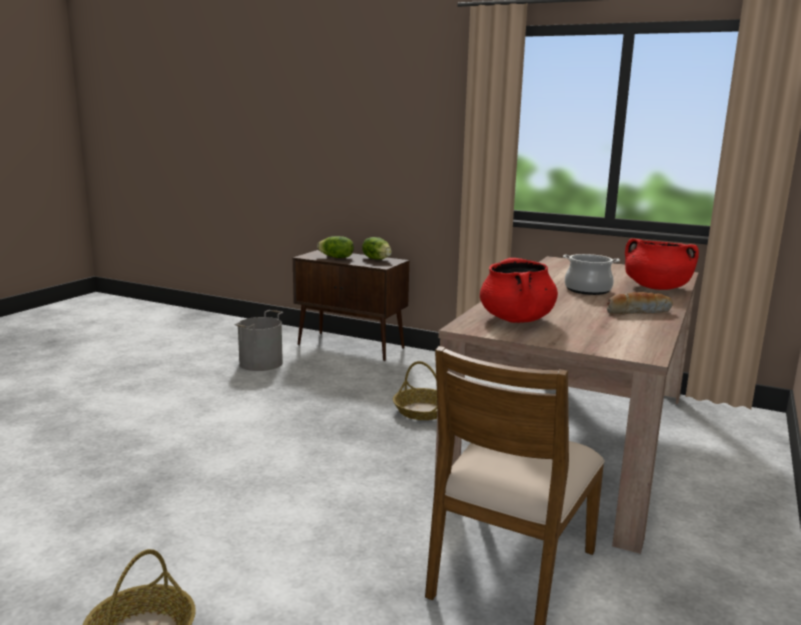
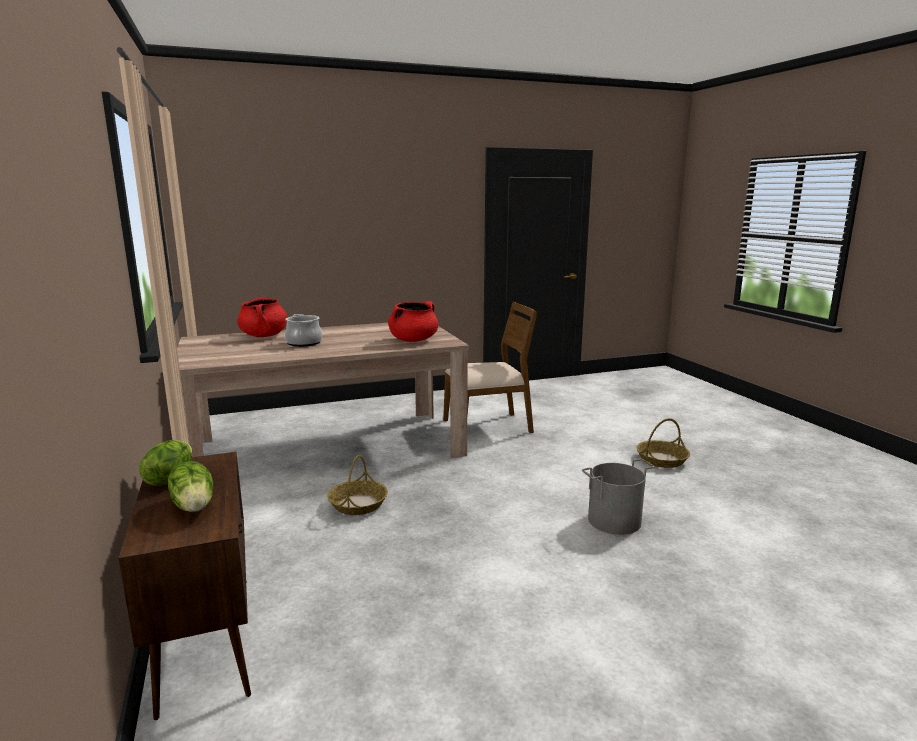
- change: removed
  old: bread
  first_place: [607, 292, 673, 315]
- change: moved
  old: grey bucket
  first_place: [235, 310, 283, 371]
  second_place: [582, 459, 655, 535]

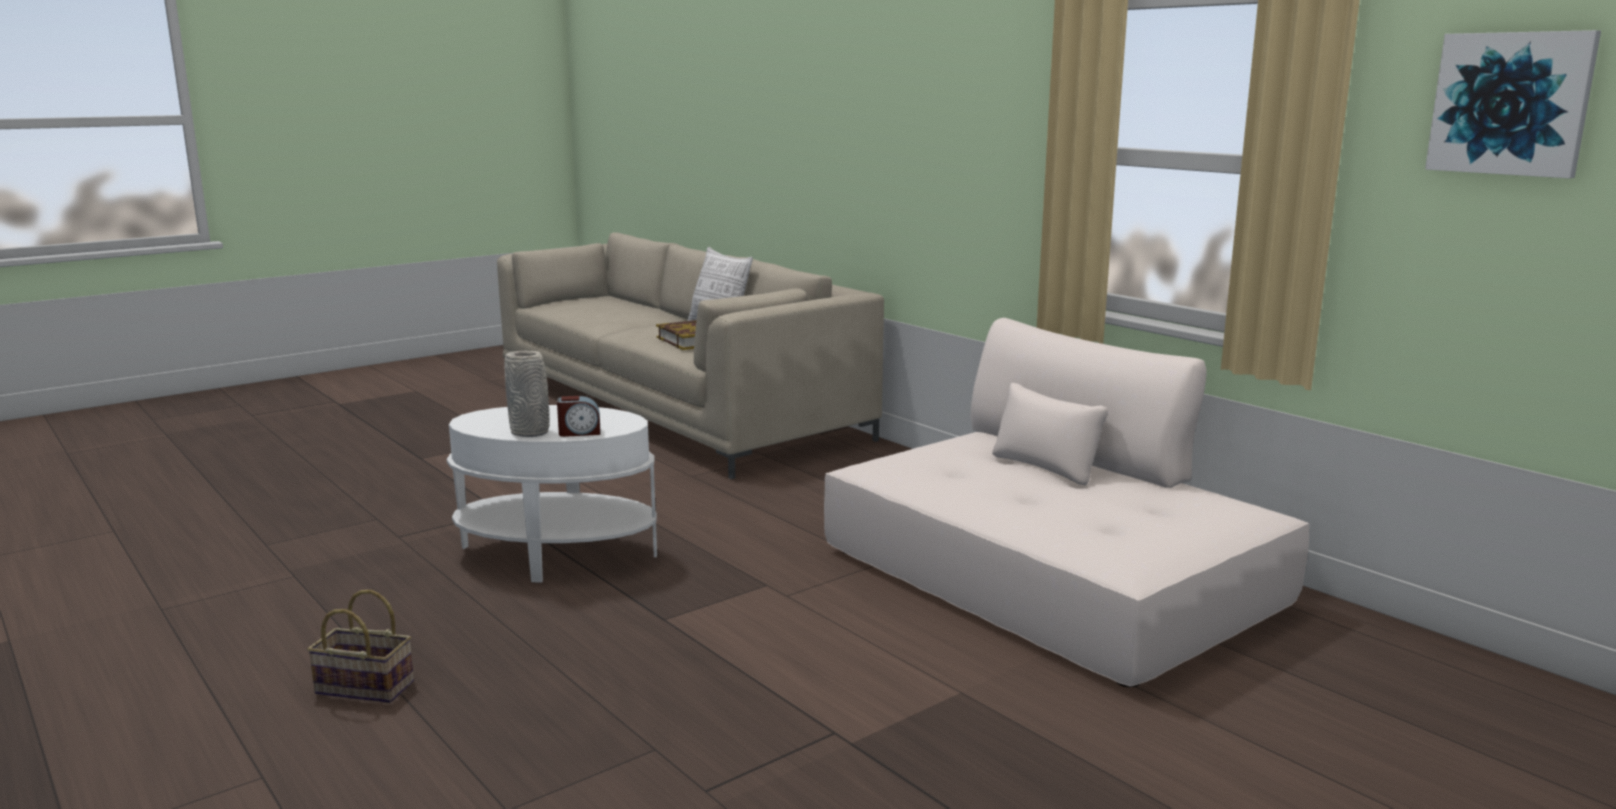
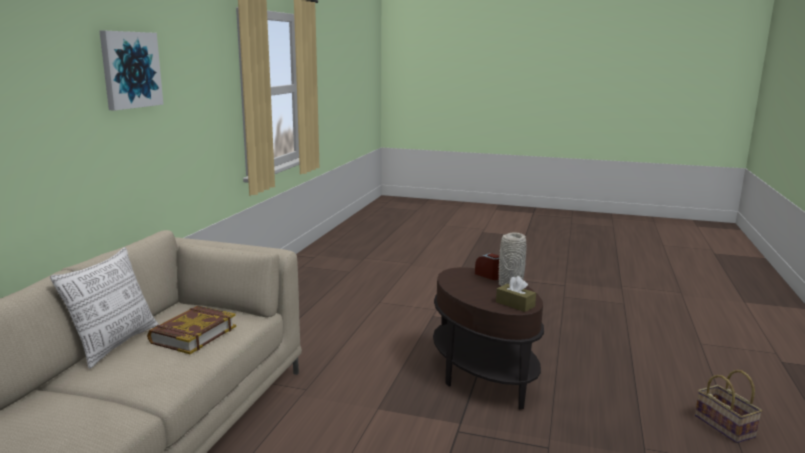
- change: removed
  old: beige sofa
  first_place: [824, 318, 1309, 687]
- change: added
  new: brown tissue box
  second_place: [496, 276, 536, 312]
- change: moved
  old: basket
  first_place: [307, 590, 414, 703]
  second_place: [695, 370, 762, 443]
- change: moved
  old: picture
  first_place: [1425, 30, 1601, 178]
  second_place: [100, 31, 163, 111]
- change: recoloured
  old: white side table
  new: brown side table
  first_place: [447, 405, 657, 583]
  second_place: [433, 267, 544, 410]

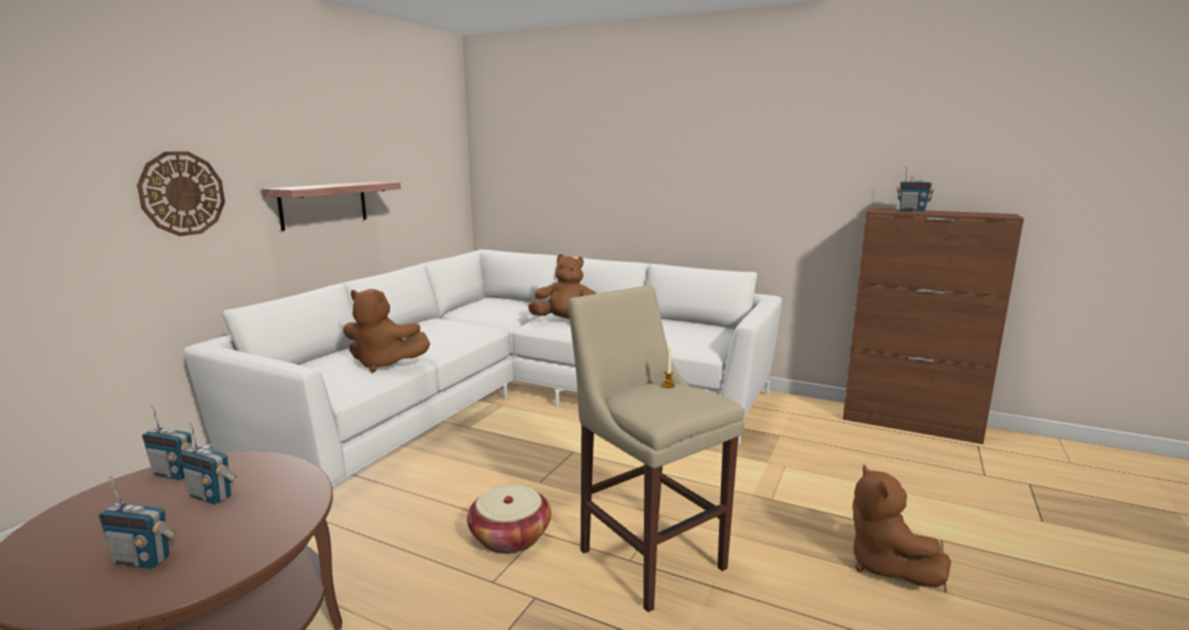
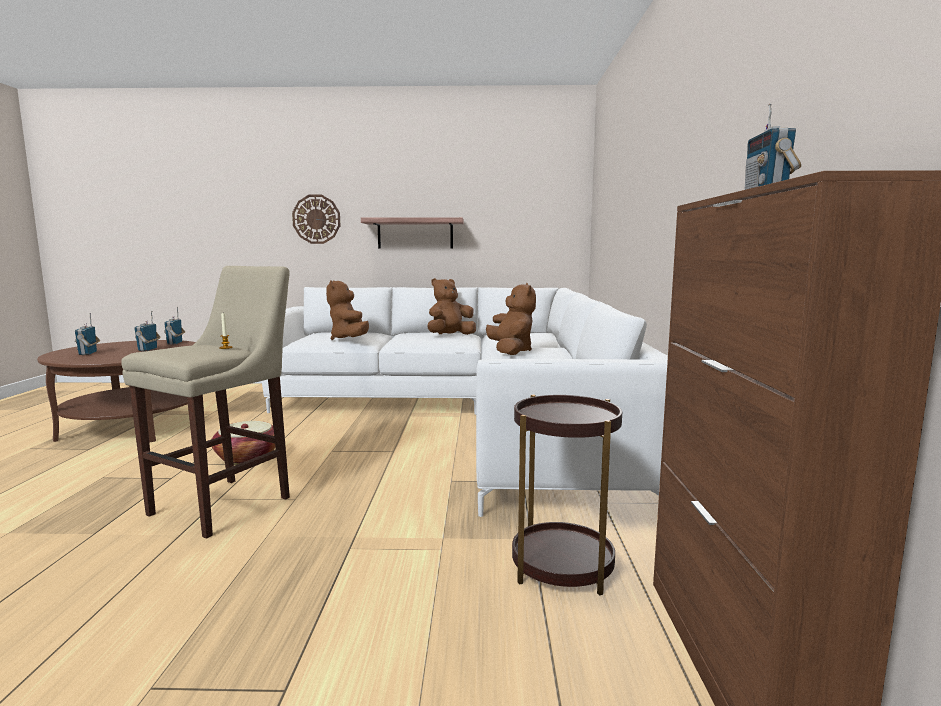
- change: added
  new: brown side table
  second_place: [512, 394, 622, 595]
- change: moved
  old: brown plush toy
  first_place: [852, 465, 951, 588]
  second_place: [428, 278, 476, 335]

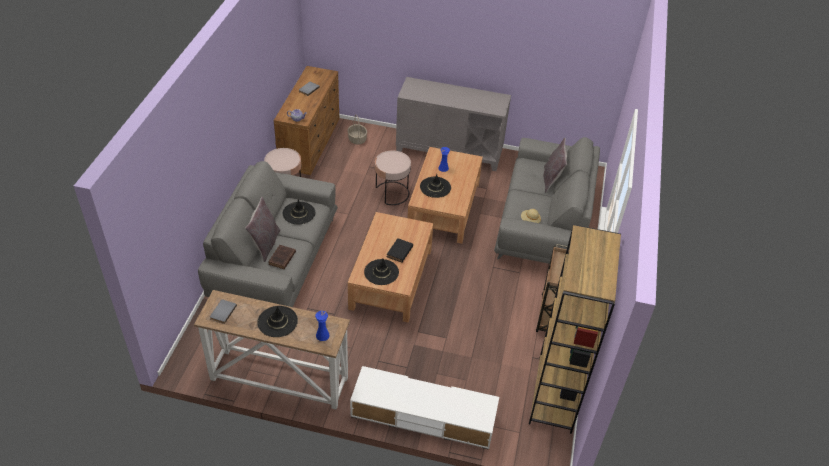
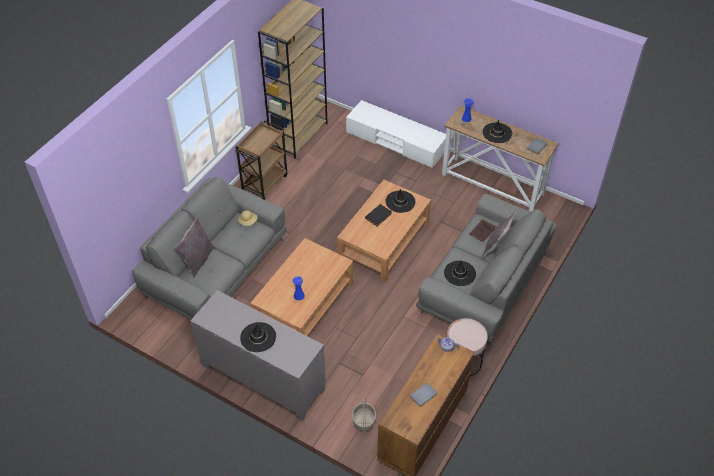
- change: removed
  old: pink side table
  first_place: [375, 150, 411, 205]
- change: moved
  old: black hat
  first_place: [420, 174, 451, 198]
  second_place: [240, 322, 276, 352]

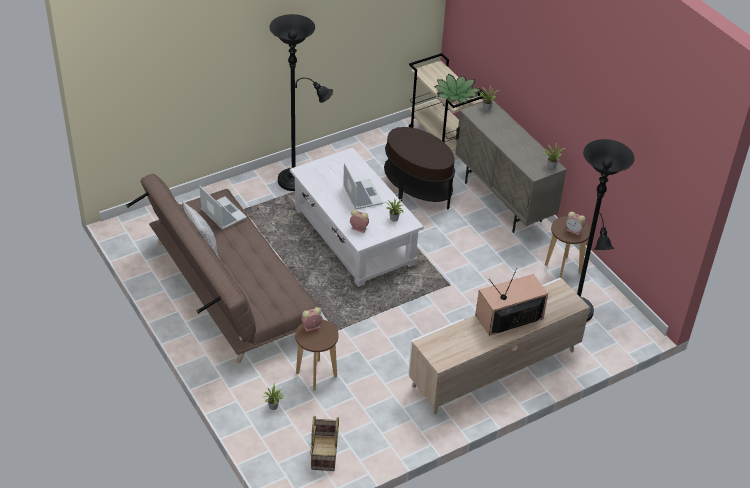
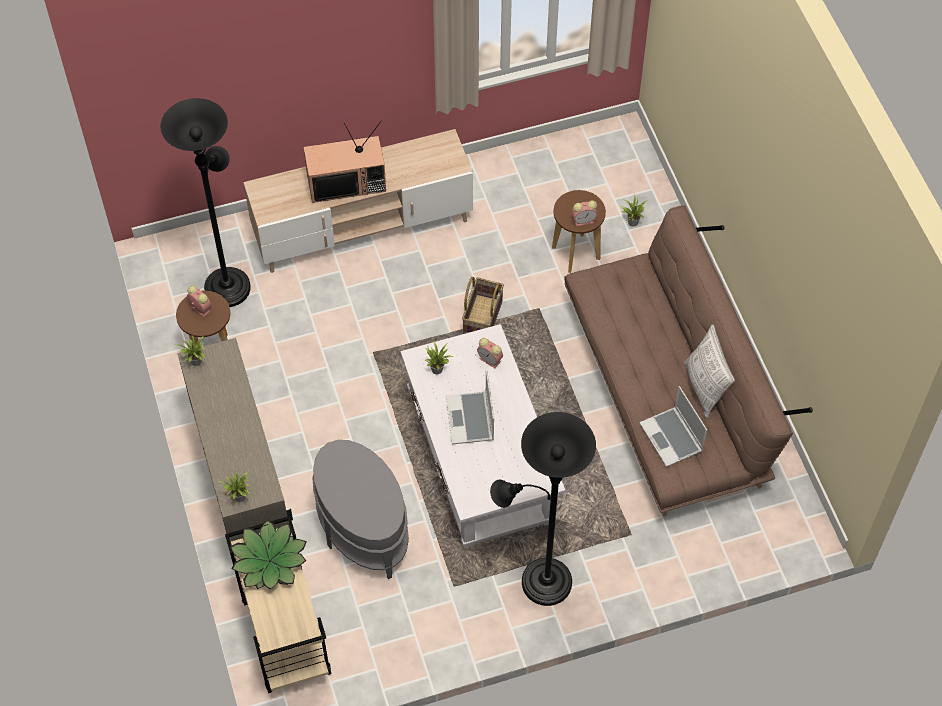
- change: moved
  old: basket
  first_place: [310, 416, 339, 471]
  second_place: [462, 277, 504, 334]
- change: recoloured
  old: brown side table
  new: grey side table
  first_place: [384, 127, 455, 210]
  second_place: [312, 440, 409, 579]

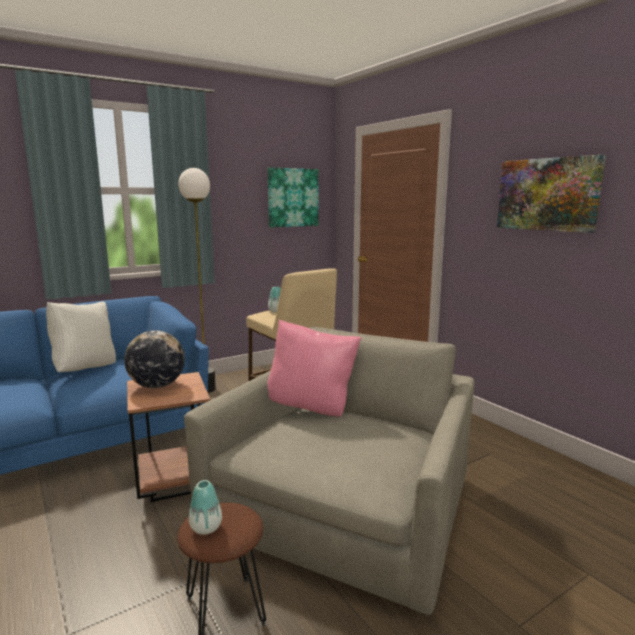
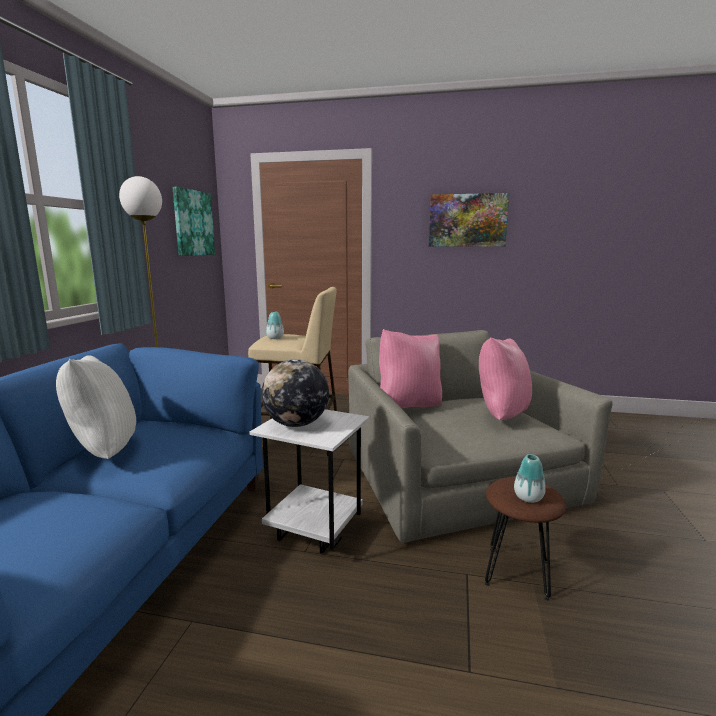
- change: added
  new: pink pillow
  second_place: [479, 337, 532, 420]
- change: recoloured
  old: brown side table
  new: white side table
  first_place: [127, 372, 210, 502]
  second_place: [249, 409, 370, 554]

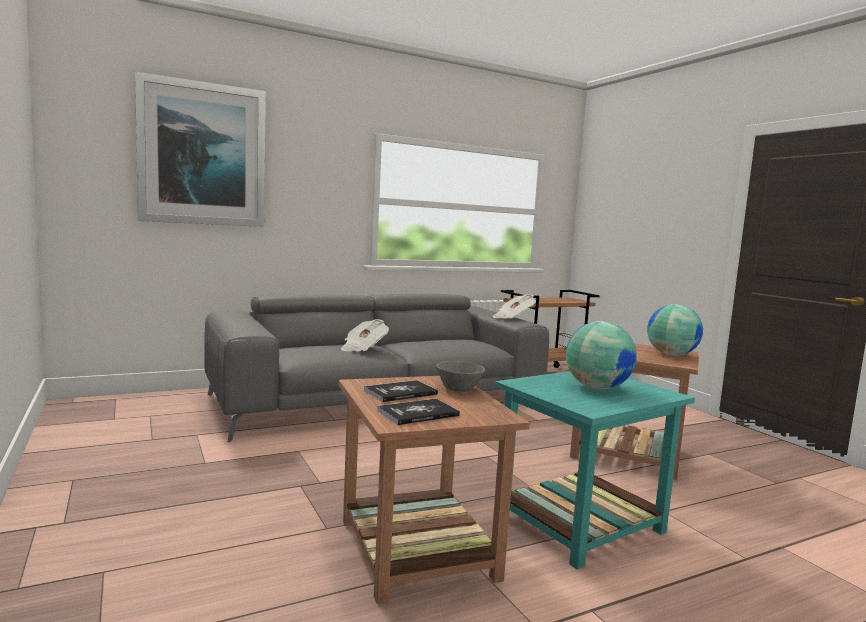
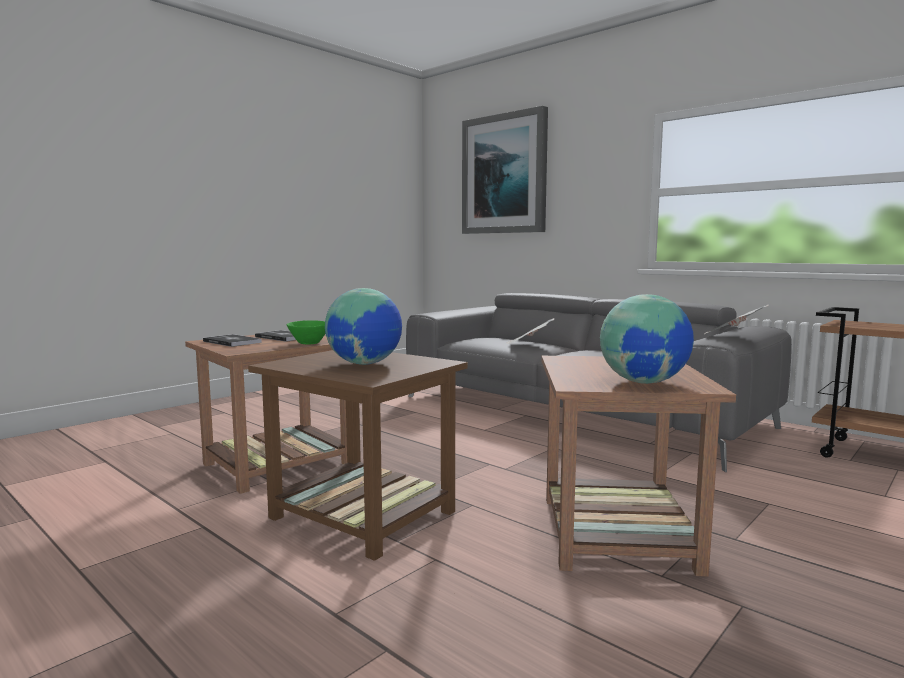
- change: recoloured
  old: grey bowl
  new: green bowl
  first_place: [436, 361, 485, 392]
  second_place: [287, 320, 325, 344]
- change: recoloured
  old: turquoise side table
  new: brown side table
  first_place: [495, 371, 695, 570]
  second_place: [248, 350, 468, 561]

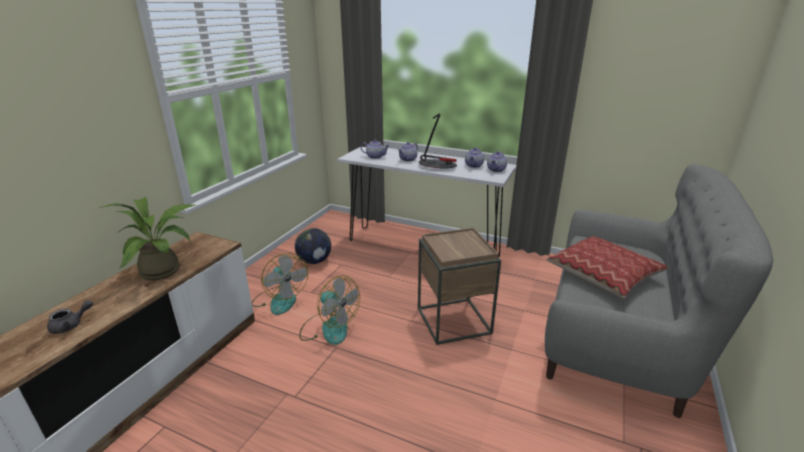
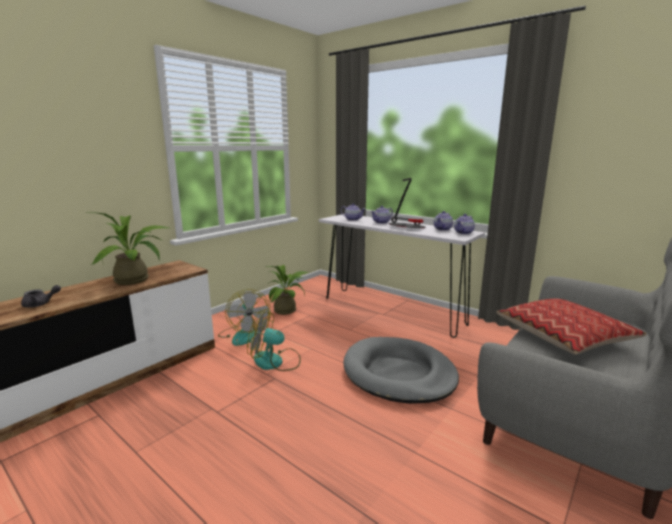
- change: replaced
  old: globe
  new: potted plant
  first_place: [295, 228, 331, 264]
  second_place: [267, 265, 309, 315]
- change: replaced
  old: brown side table
  new: grey dog bed
  first_place: [418, 228, 501, 345]
  second_place: [343, 337, 459, 404]
- change: turned
  old: fan
  first_place: [299, 275, 360, 345]
  second_place: [247, 309, 301, 371]
  degrees: 135

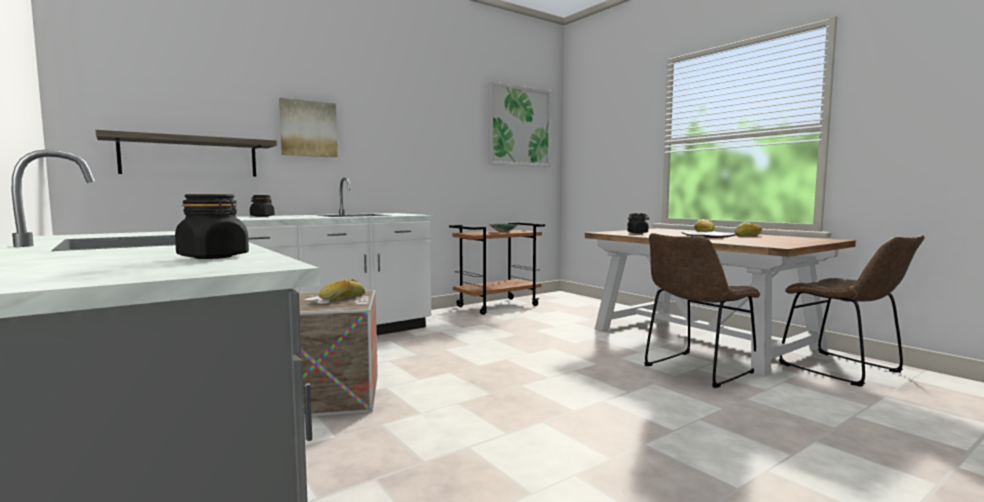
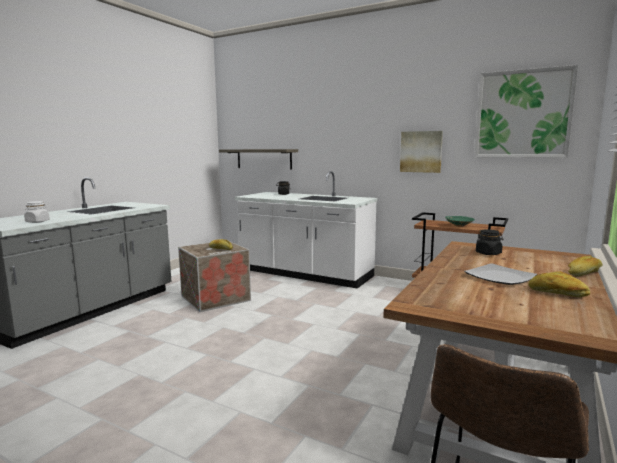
- change: removed
  old: brown chair
  first_place: [644, 233, 760, 388]
- change: moved
  old: picture
  first_place: [279, 98, 338, 157]
  second_place: [400, 131, 443, 173]
- change: recoloured
  old: black jar
  new: white jar
  first_place: [175, 194, 249, 259]
  second_place: [24, 201, 50, 223]

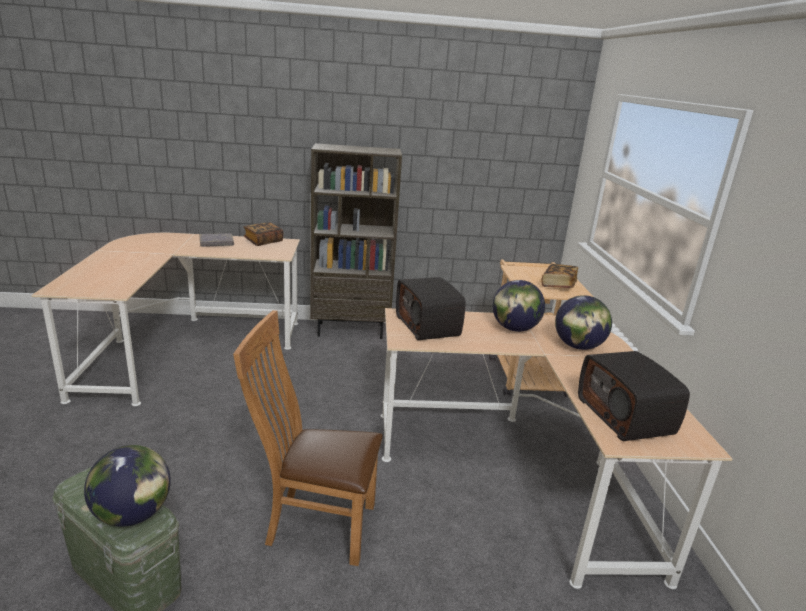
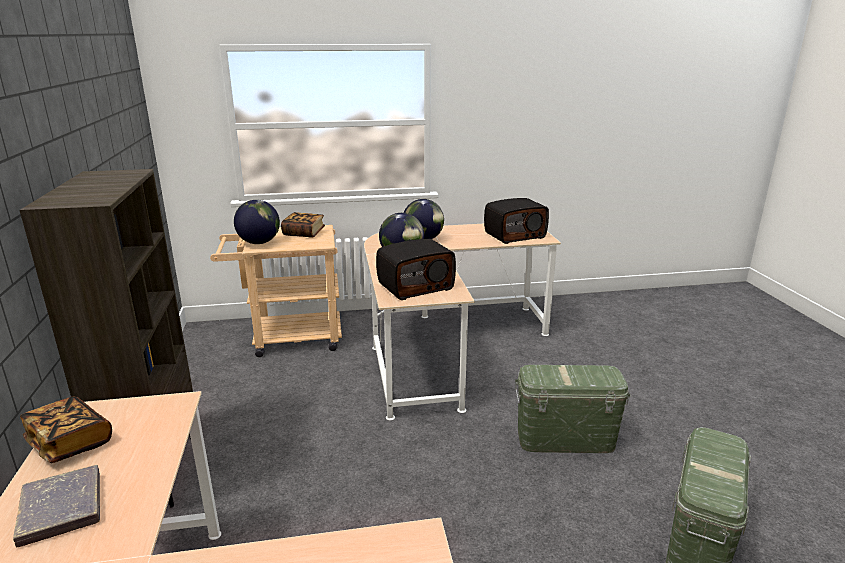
- change: moved
  old: globe
  first_place: [84, 445, 171, 527]
  second_place: [234, 200, 280, 244]
- change: replaced
  old: brown chair
  new: green storage box
  first_place: [233, 310, 383, 566]
  second_place: [515, 365, 630, 453]

